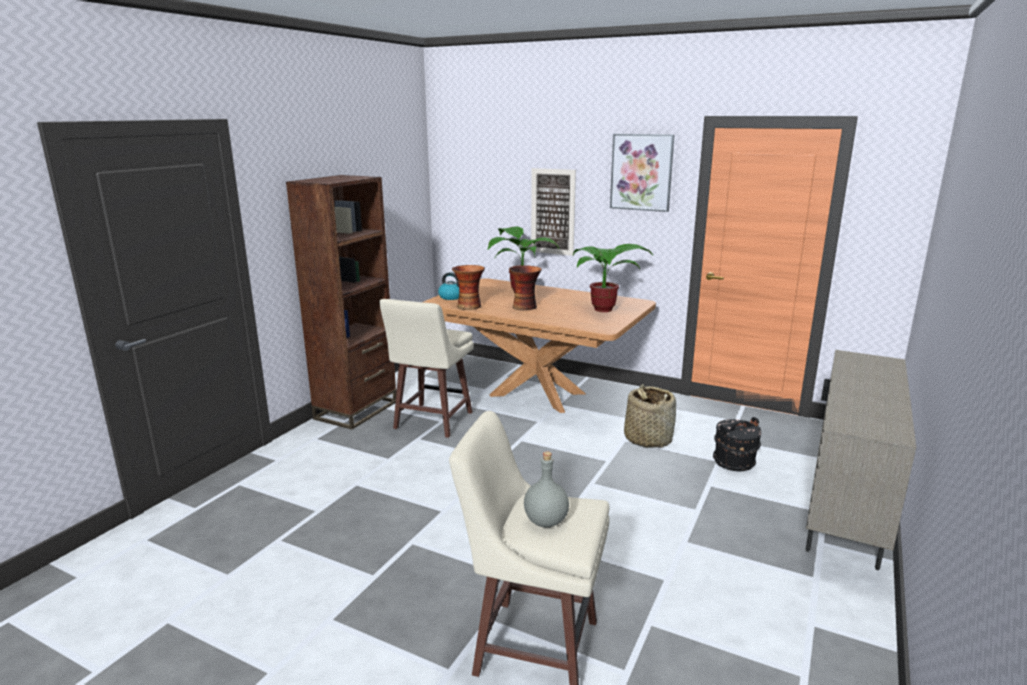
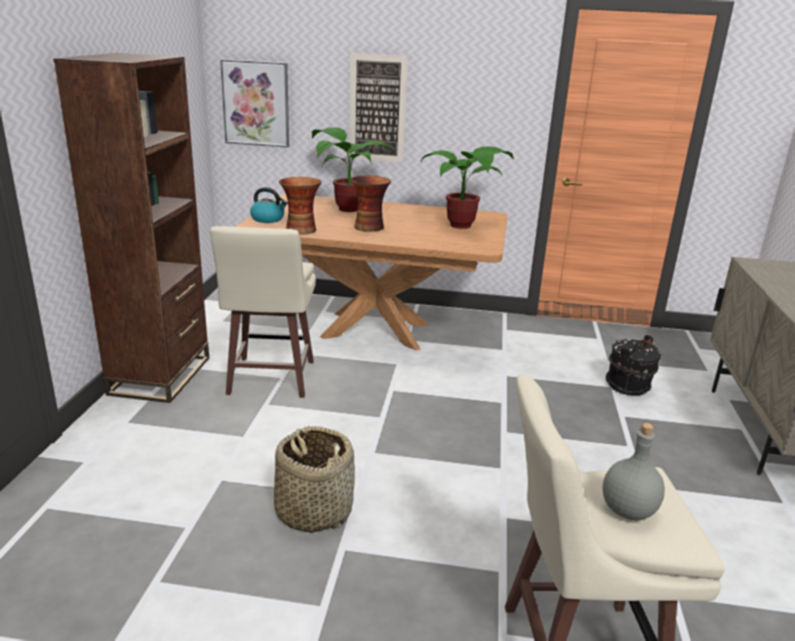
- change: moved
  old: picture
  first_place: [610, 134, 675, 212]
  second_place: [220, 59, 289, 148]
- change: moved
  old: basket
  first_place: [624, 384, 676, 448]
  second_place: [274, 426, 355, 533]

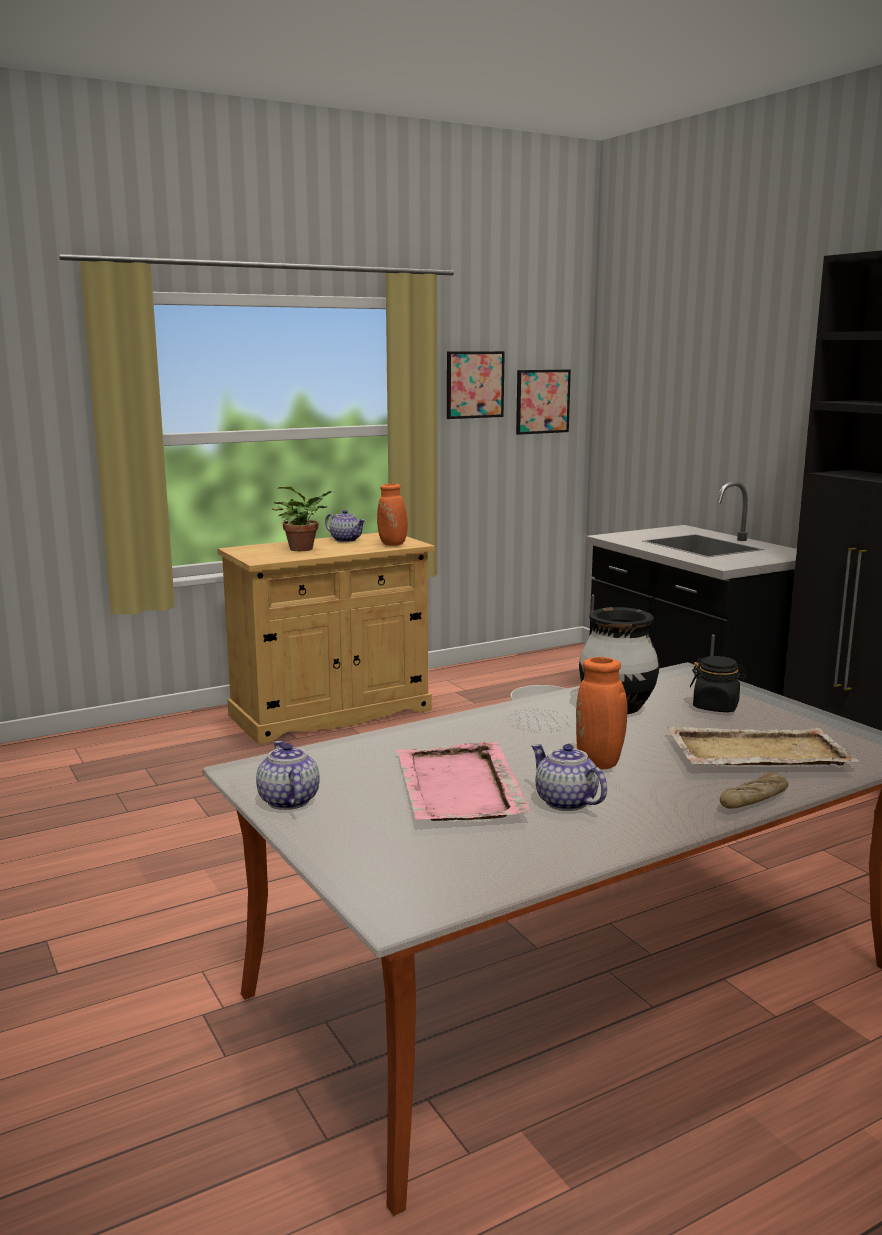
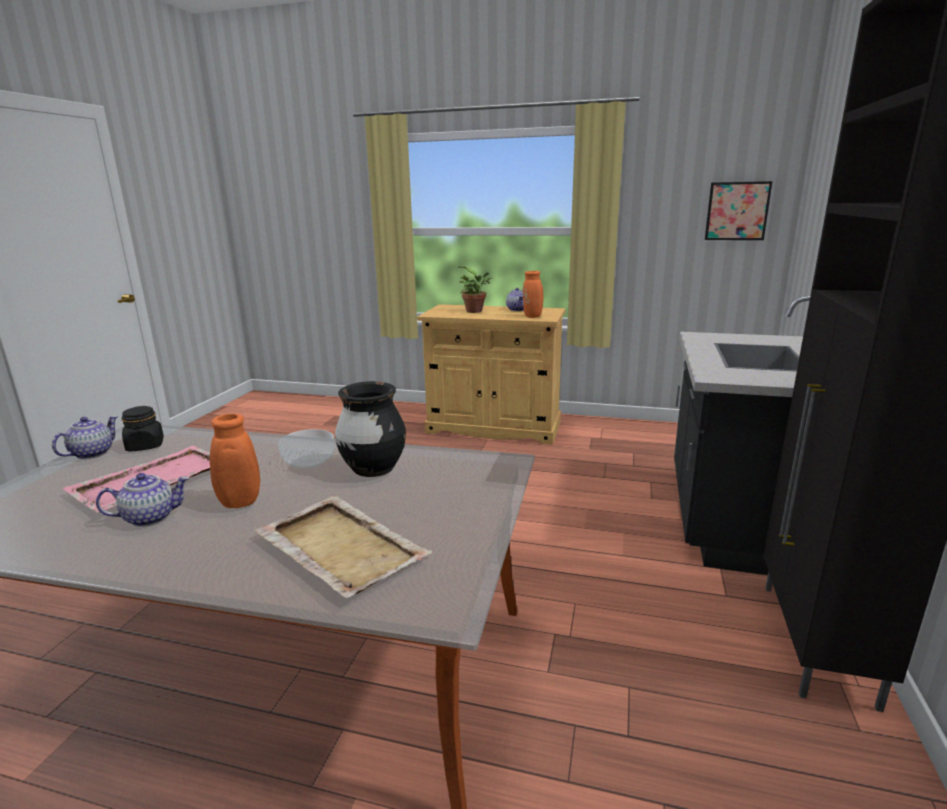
- change: removed
  old: picture
  first_place: [447, 351, 505, 419]
- change: removed
  old: bread
  first_place: [720, 772, 788, 809]
- change: moved
  old: black jar
  first_place: [689, 656, 747, 712]
  second_place: [122, 406, 164, 452]
- change: turned
  old: teapot
  first_place: [531, 744, 607, 811]
  second_place: [96, 473, 190, 527]
  degrees: 60

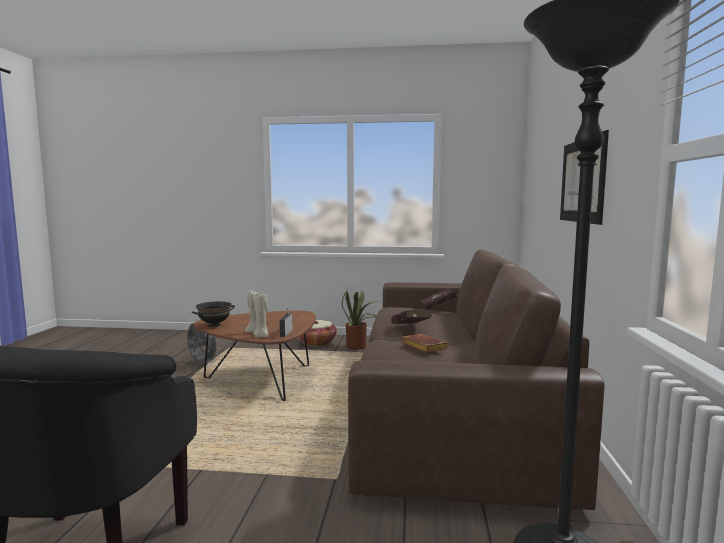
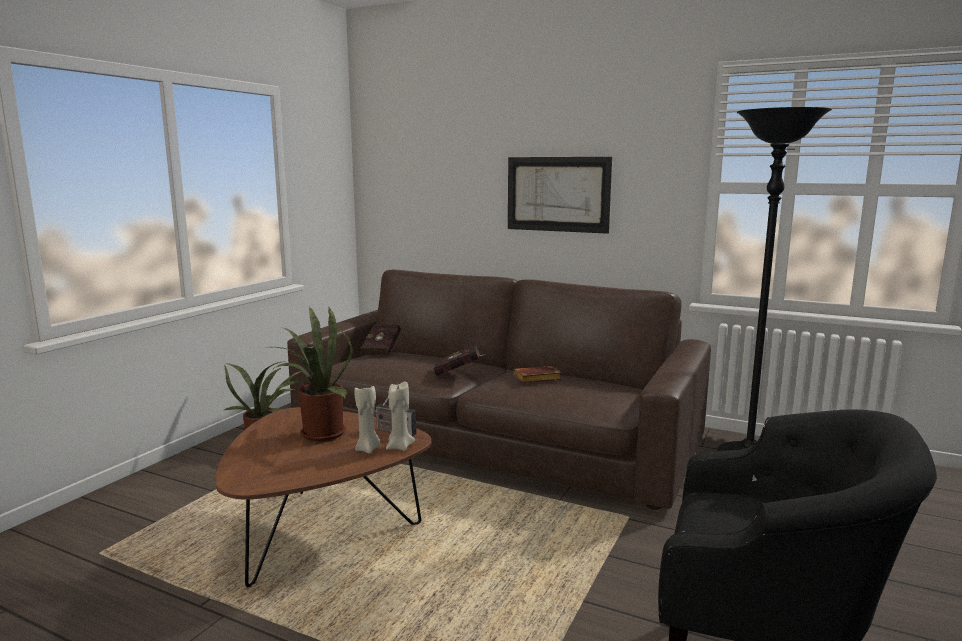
- change: removed
  old: grey fan
  first_place: [187, 319, 220, 363]
- change: removed
  old: black bowl
  first_place: [192, 301, 235, 327]
- change: removed
  old: basket
  first_place: [299, 320, 337, 346]
- change: added
  new: potted plant
  second_place: [273, 306, 353, 442]

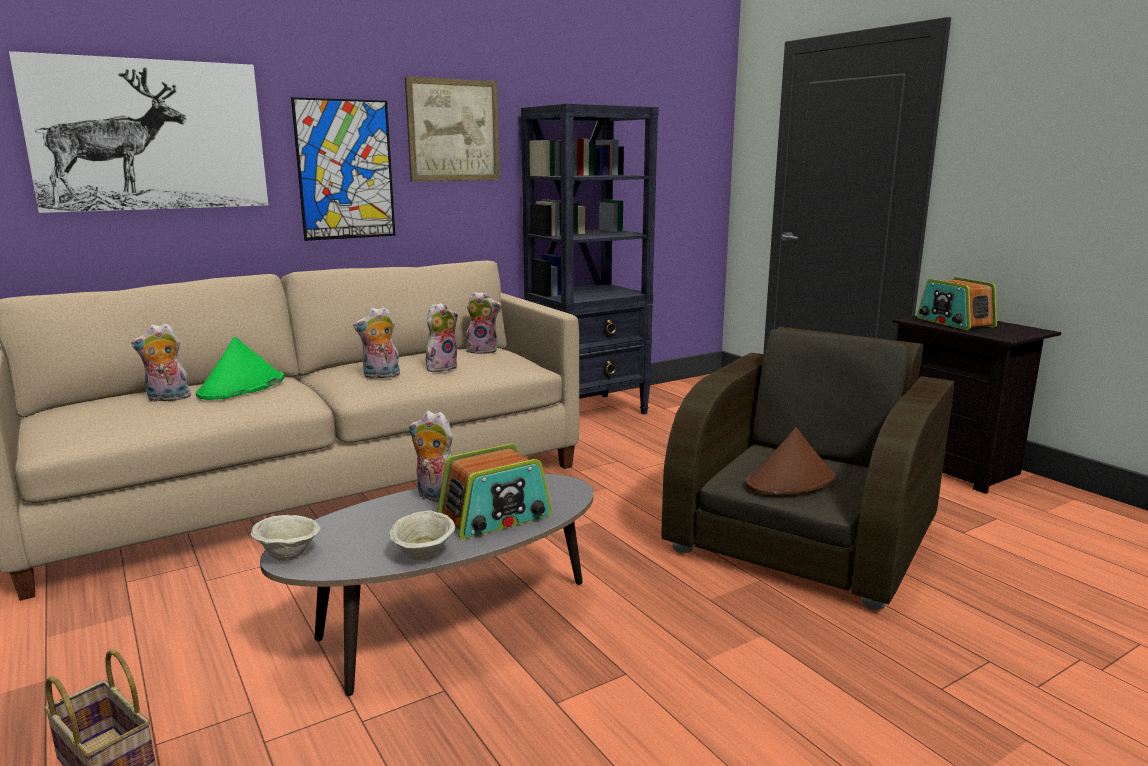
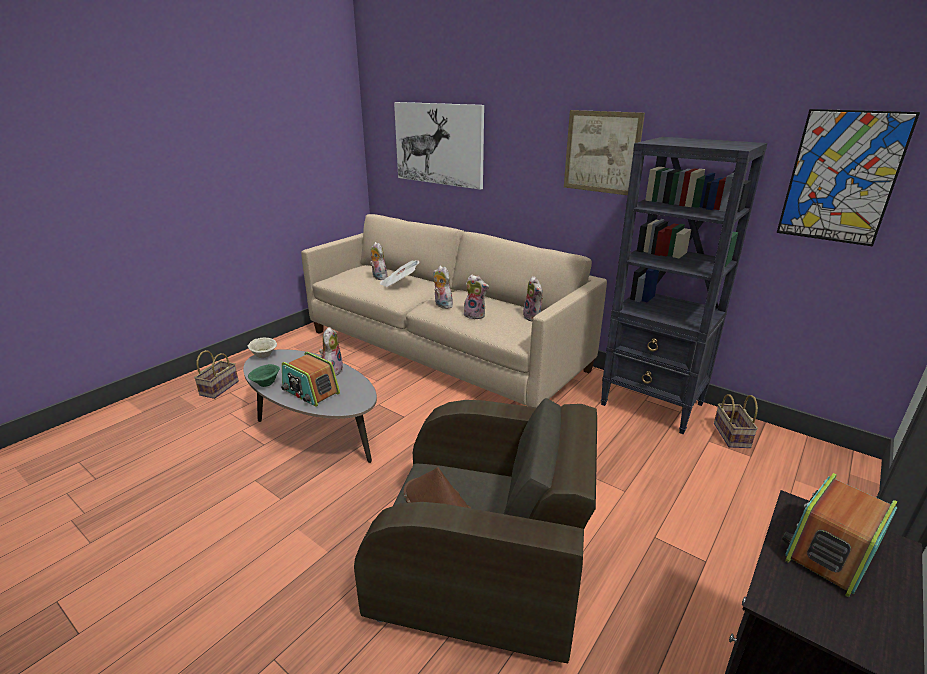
- change: added
  new: basket
  second_place: [714, 394, 758, 448]
- change: moved
  old: picture
  first_place: [291, 97, 395, 241]
  second_place: [777, 109, 920, 247]
- change: replaced
  old: green hat
  new: newspaper
  first_place: [196, 337, 284, 400]
  second_place: [380, 260, 419, 288]
- change: recoloured
  old: beige bowl
  new: green bowl
  first_place: [390, 510, 455, 560]
  second_place: [248, 364, 280, 387]

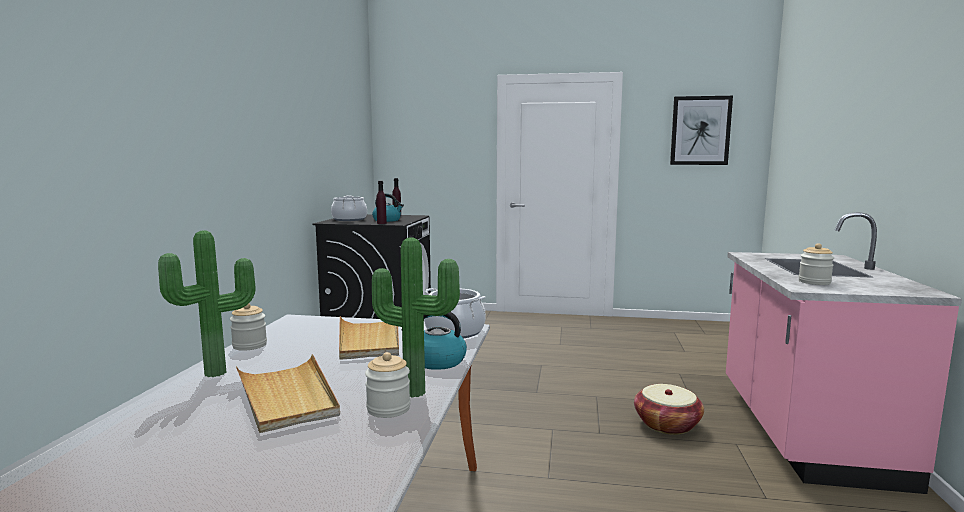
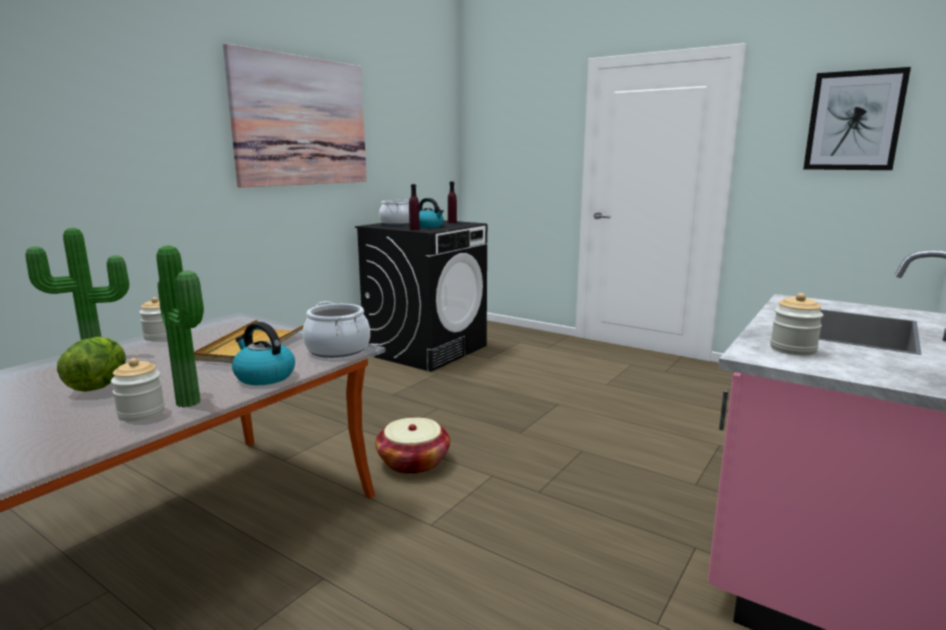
- change: added
  new: picture
  second_place: [223, 43, 367, 188]
- change: moved
  old: basket
  first_place: [634, 384, 704, 435]
  second_place: [375, 417, 450, 474]
- change: replaced
  old: beige tray
  new: lettuce
  first_place: [236, 354, 340, 433]
  second_place: [57, 337, 126, 392]

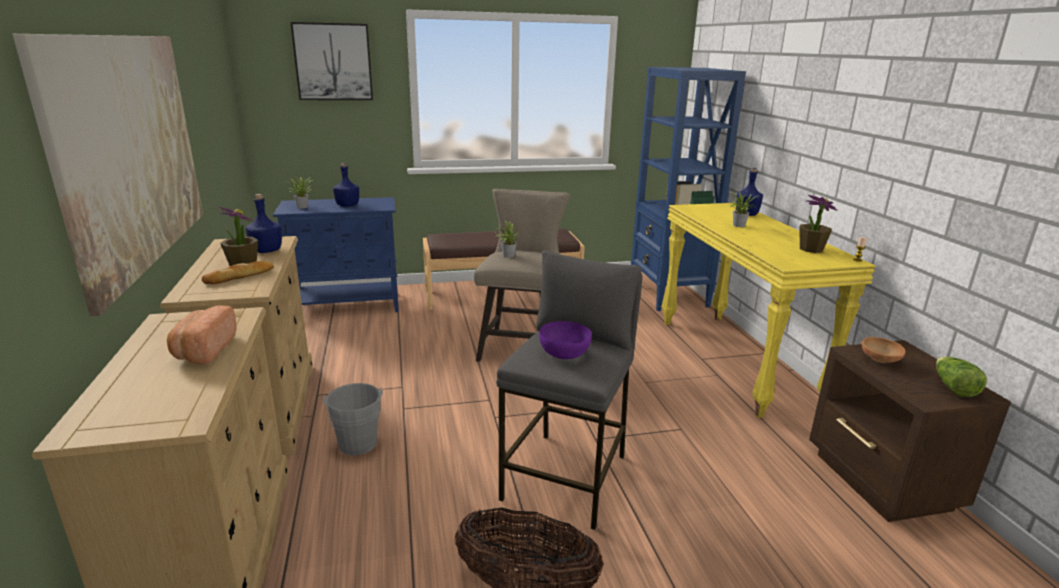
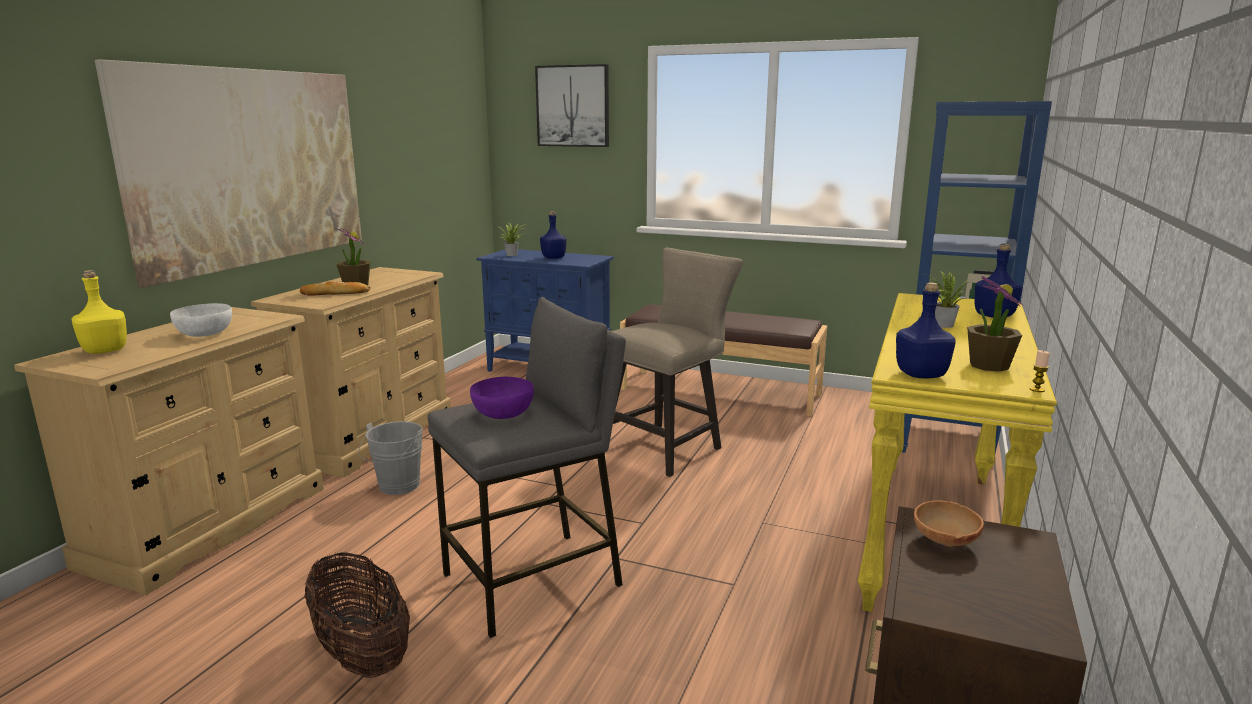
- change: removed
  old: potted plant
  first_place: [494, 220, 520, 258]
- change: removed
  old: lettuce
  first_place: [936, 357, 987, 397]
- change: added
  new: yellow bottle
  second_place: [71, 270, 127, 354]
- change: moved
  old: blue bottle
  first_place: [245, 194, 282, 253]
  second_place: [896, 282, 956, 378]
- change: replaced
  old: bread
  new: white bowl
  first_place: [167, 305, 237, 365]
  second_place: [170, 303, 232, 337]

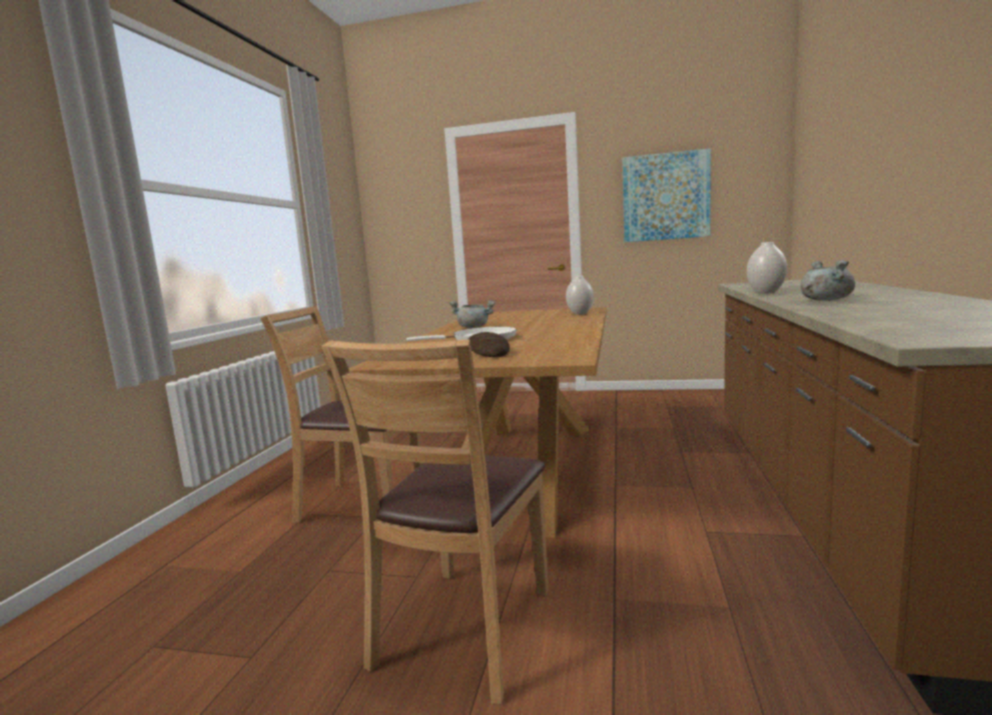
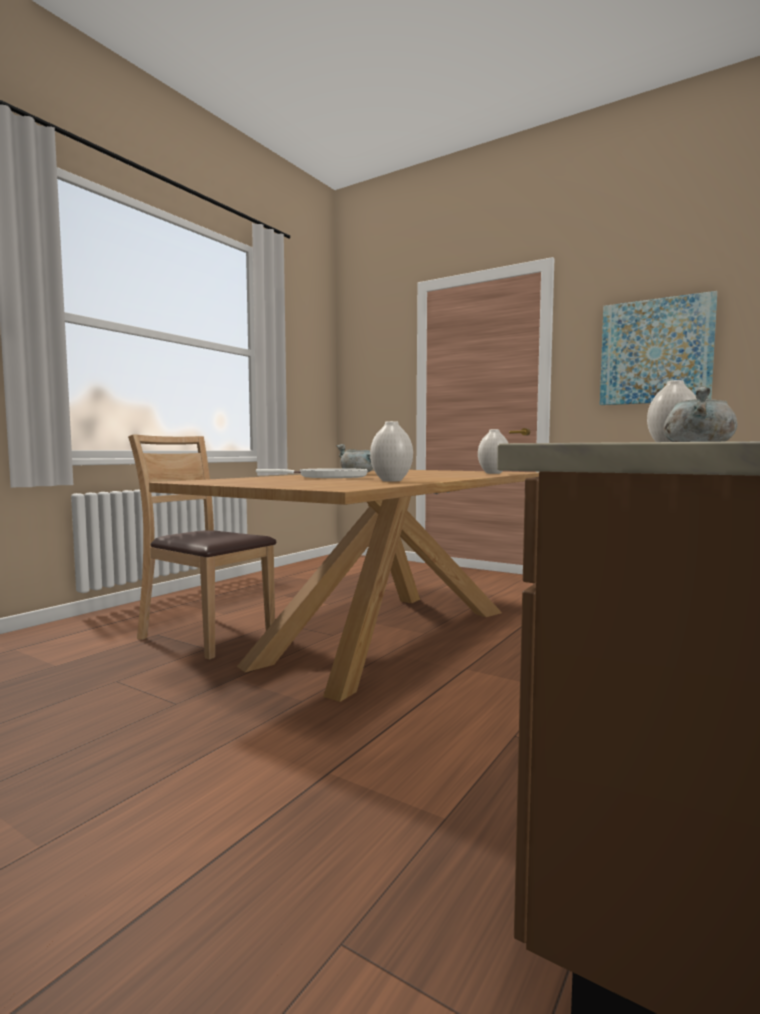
- change: removed
  old: brown chair
  first_place: [322, 340, 549, 704]
- change: removed
  old: bread
  first_place: [468, 332, 510, 357]
- change: added
  new: white vase
  second_place: [370, 421, 413, 481]

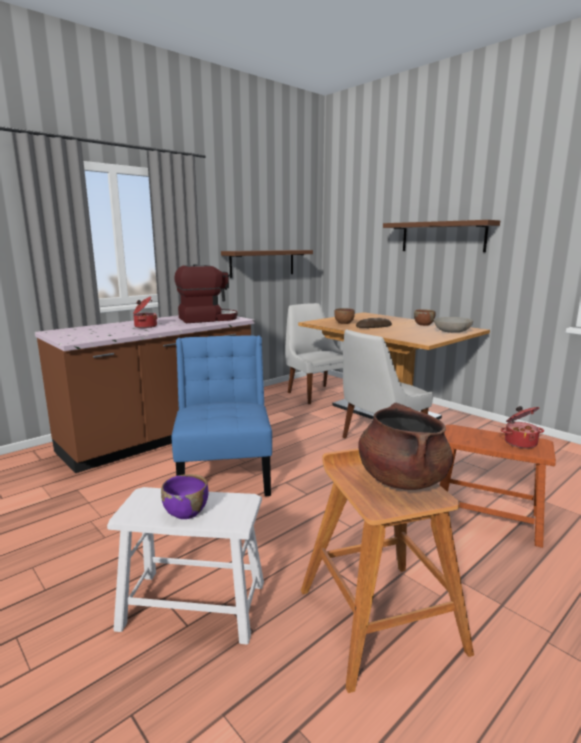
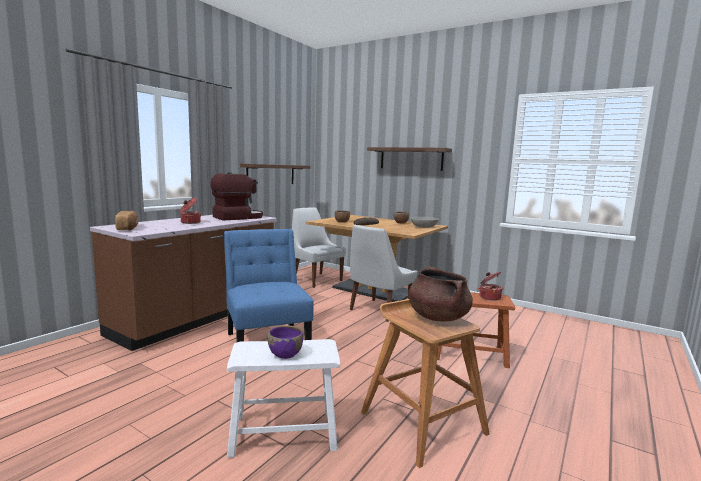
- change: added
  new: bread
  second_place: [115, 211, 138, 230]

